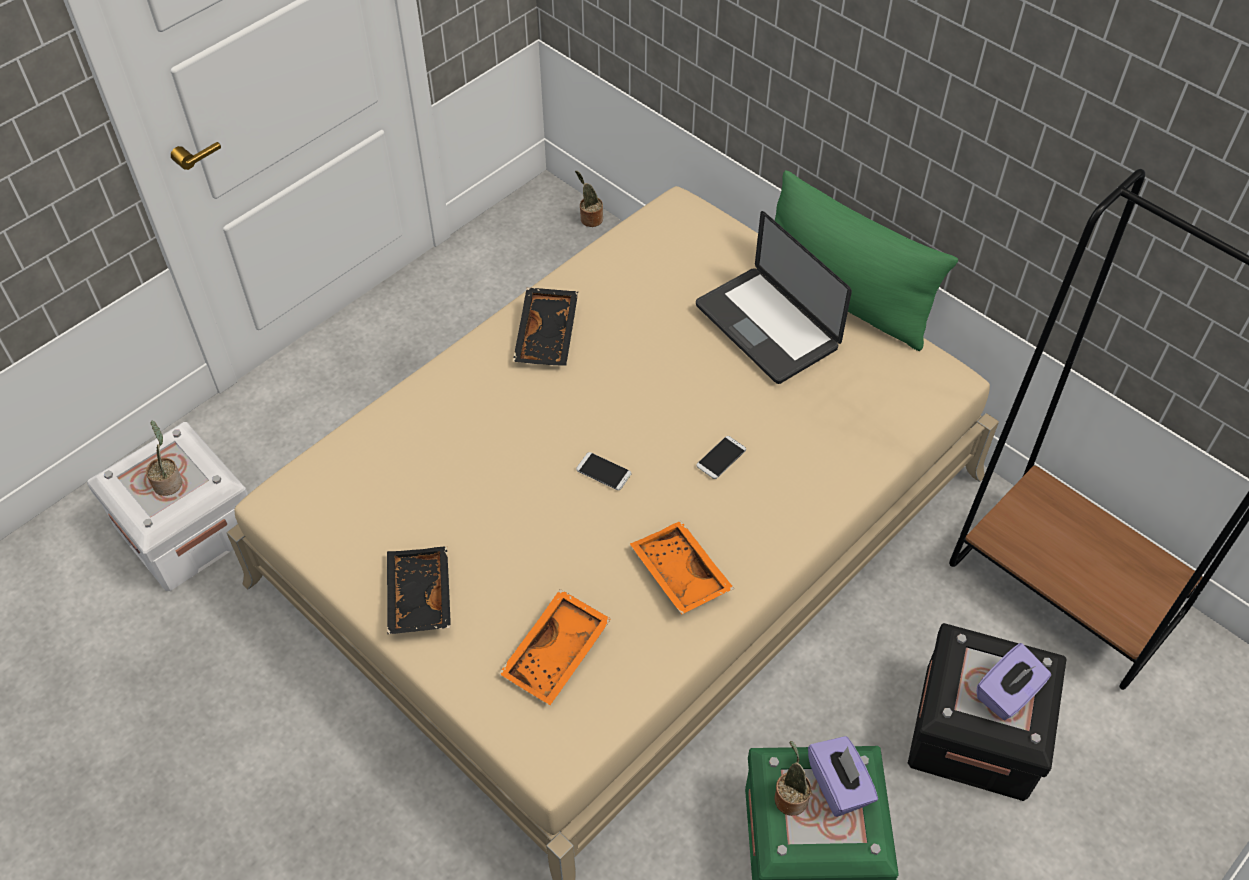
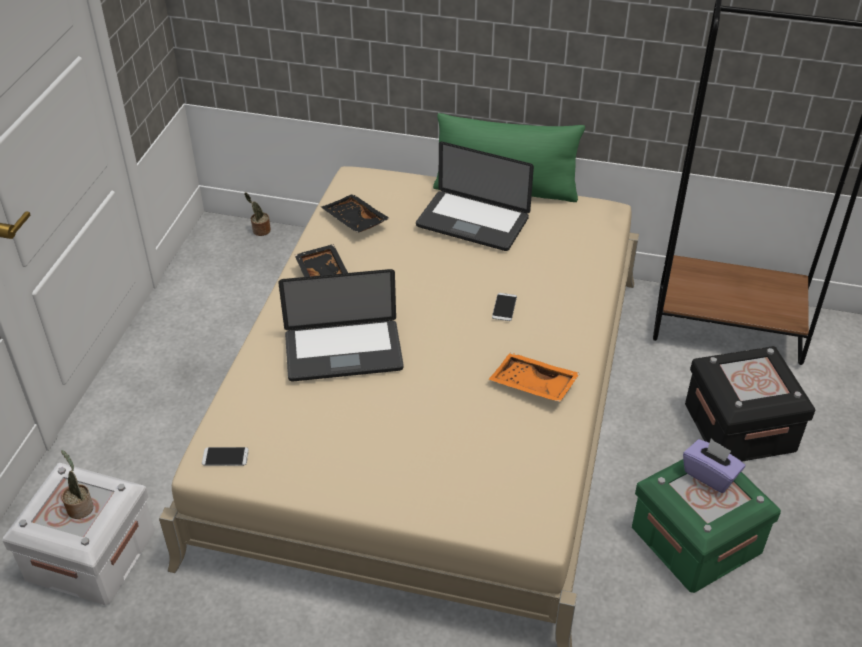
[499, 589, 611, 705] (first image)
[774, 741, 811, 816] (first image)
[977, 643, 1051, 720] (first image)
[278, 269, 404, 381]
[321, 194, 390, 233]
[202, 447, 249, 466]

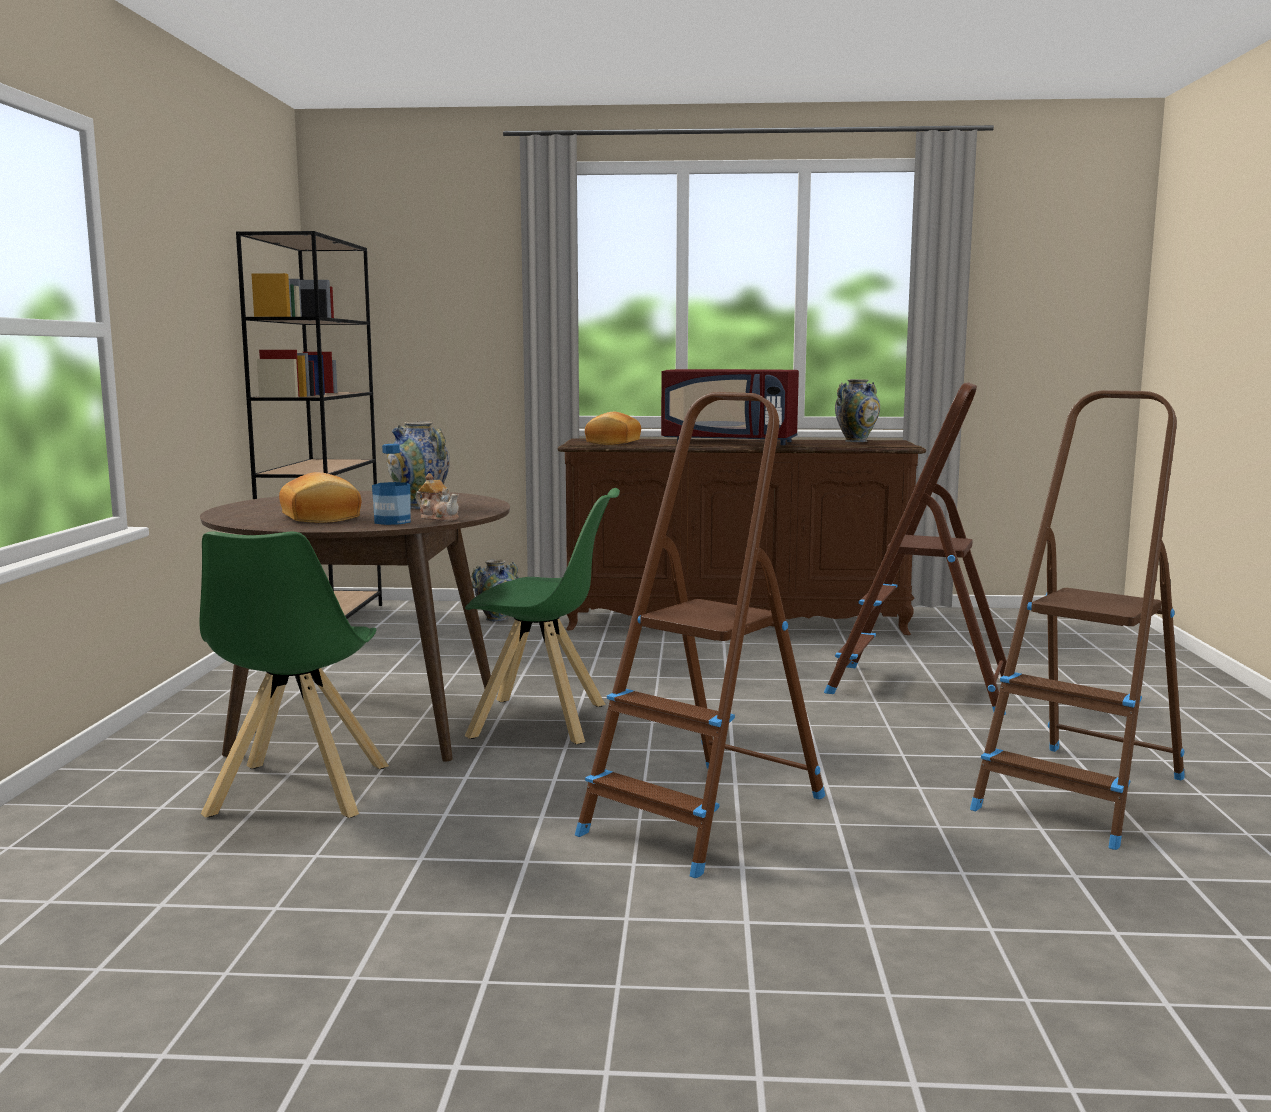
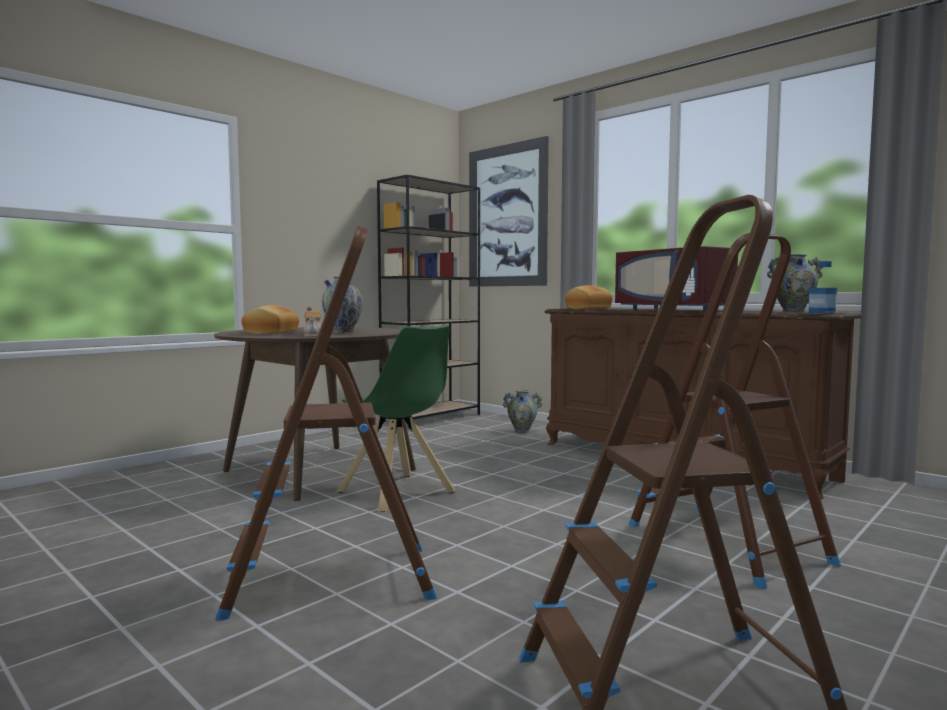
[200, 531, 389, 818] (first image)
[469, 136, 549, 287]
[809, 261, 837, 314]

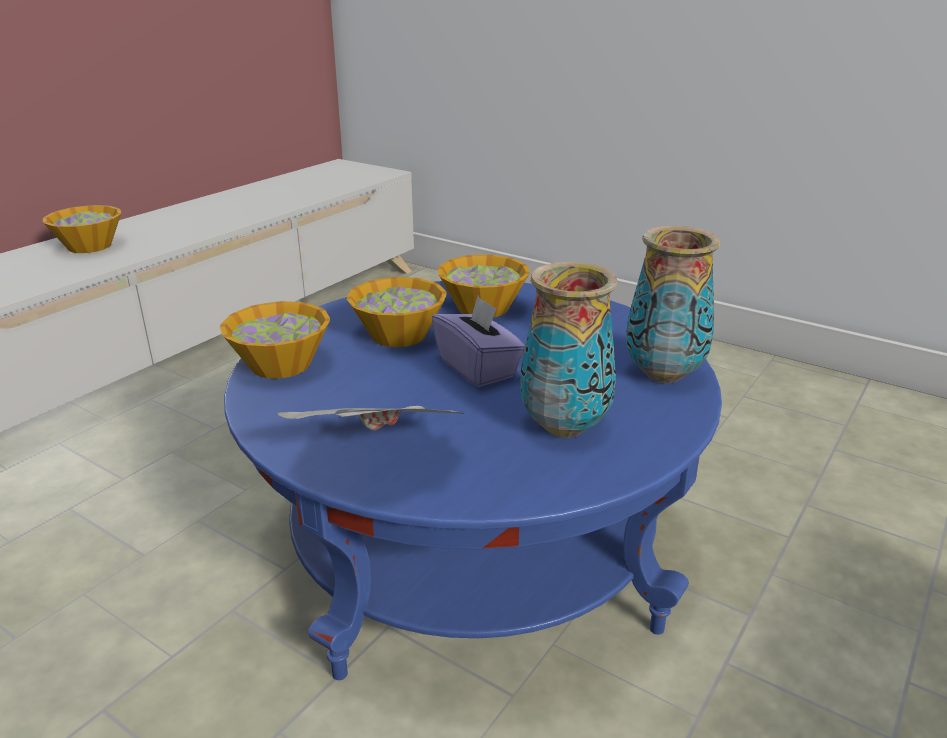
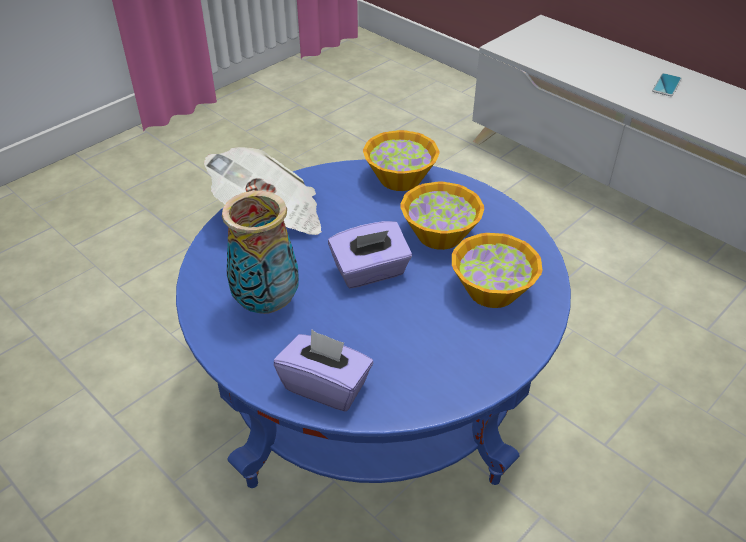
[652, 73, 682, 96]
[274, 329, 373, 411]

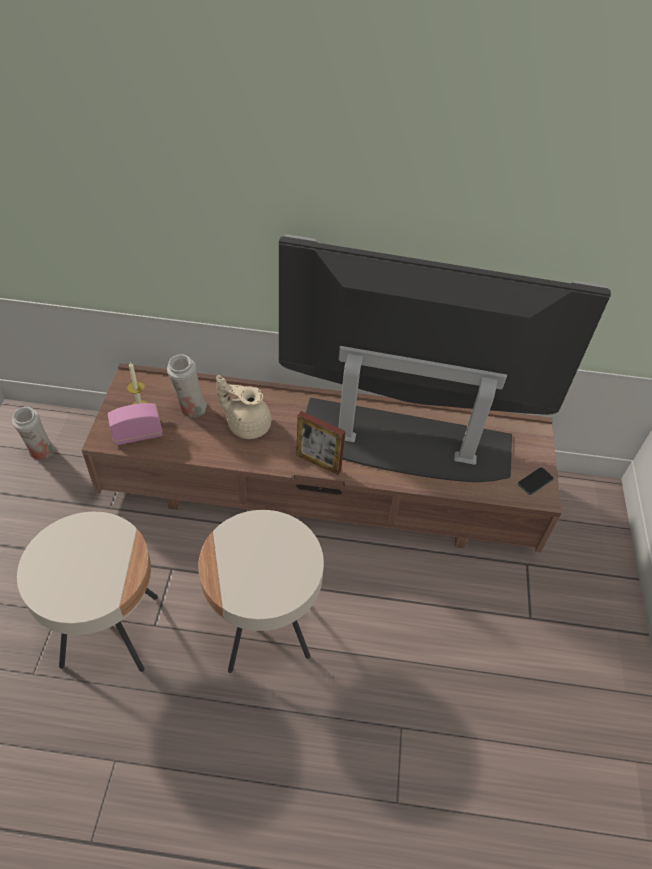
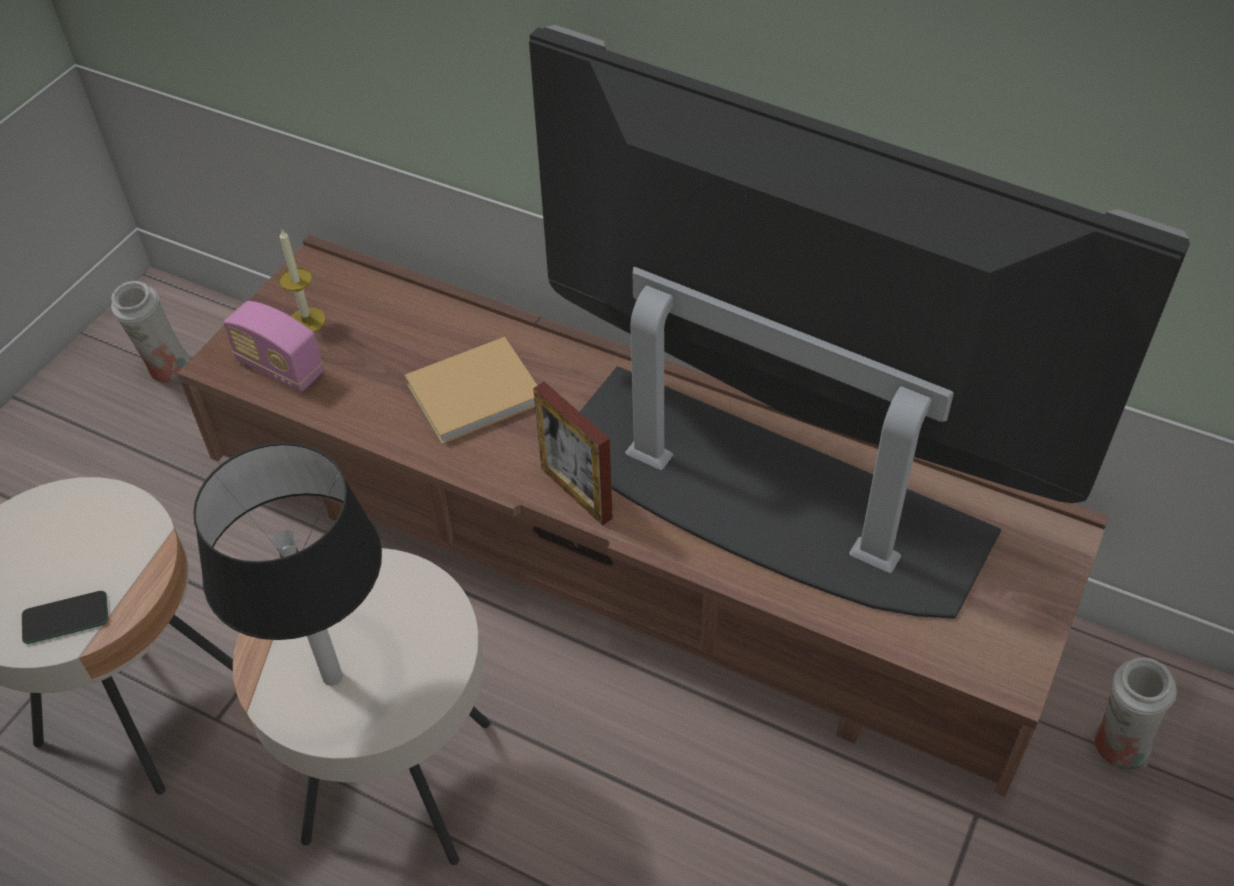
[193, 443, 382, 686]
[1095, 657, 1177, 771]
[22, 591, 108, 644]
[405, 337, 538, 444]
[223, 301, 324, 392]

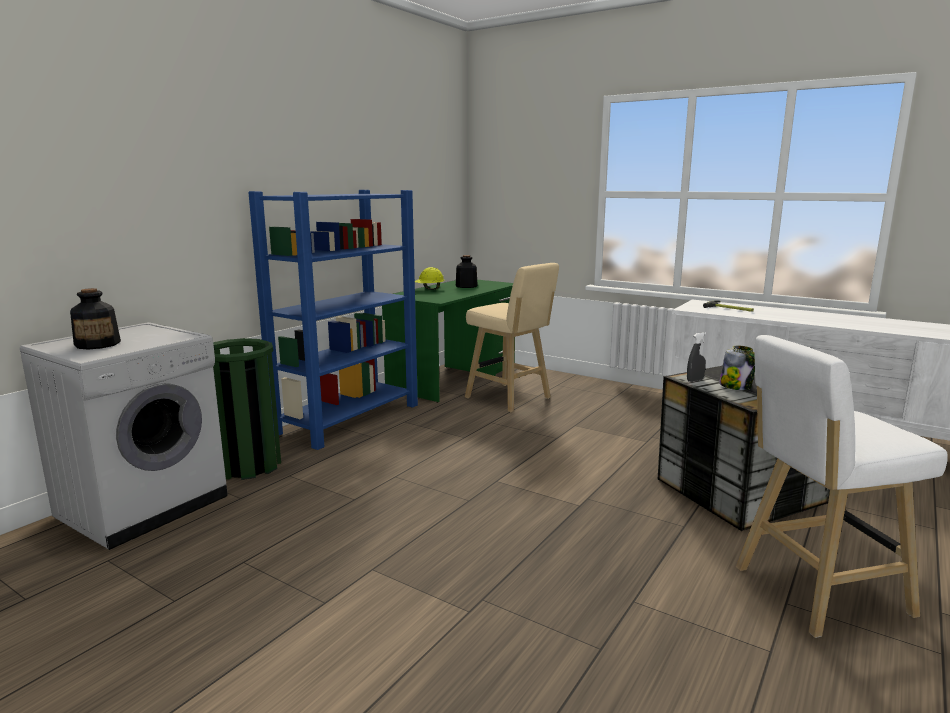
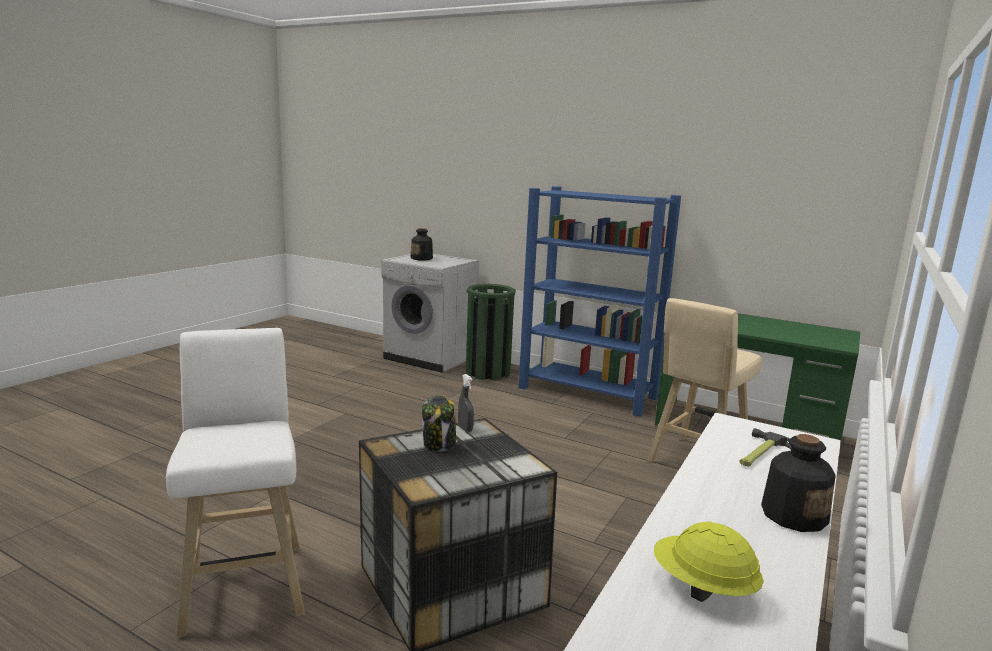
[654, 521, 764, 602]
[761, 434, 836, 532]

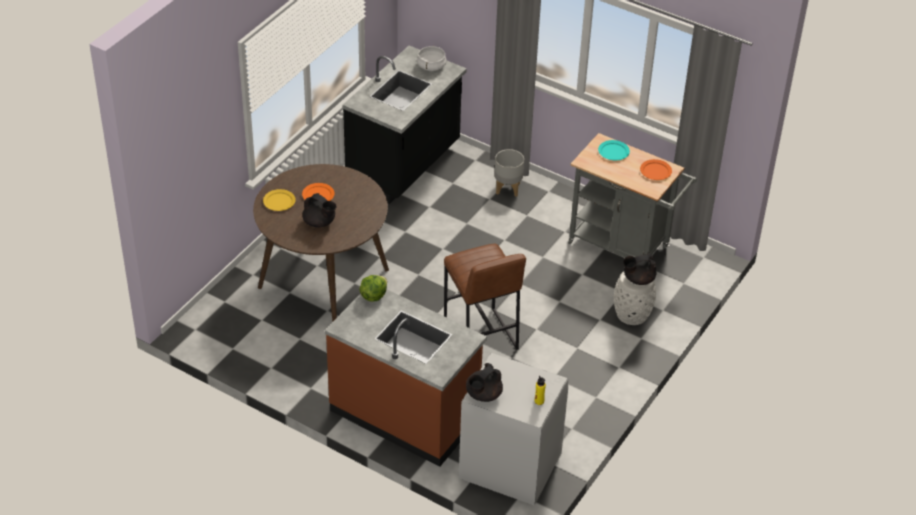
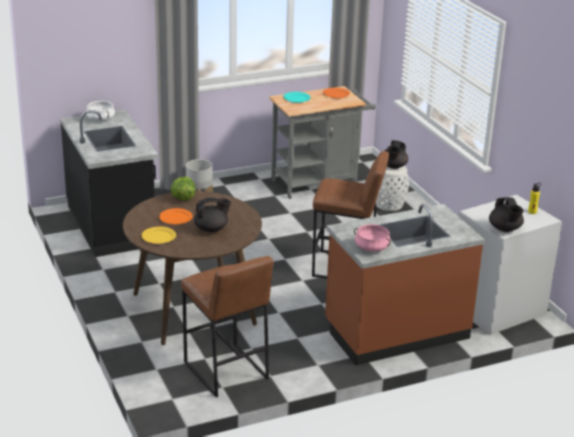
[181, 256, 274, 397]
[354, 224, 390, 252]
[171, 177, 196, 201]

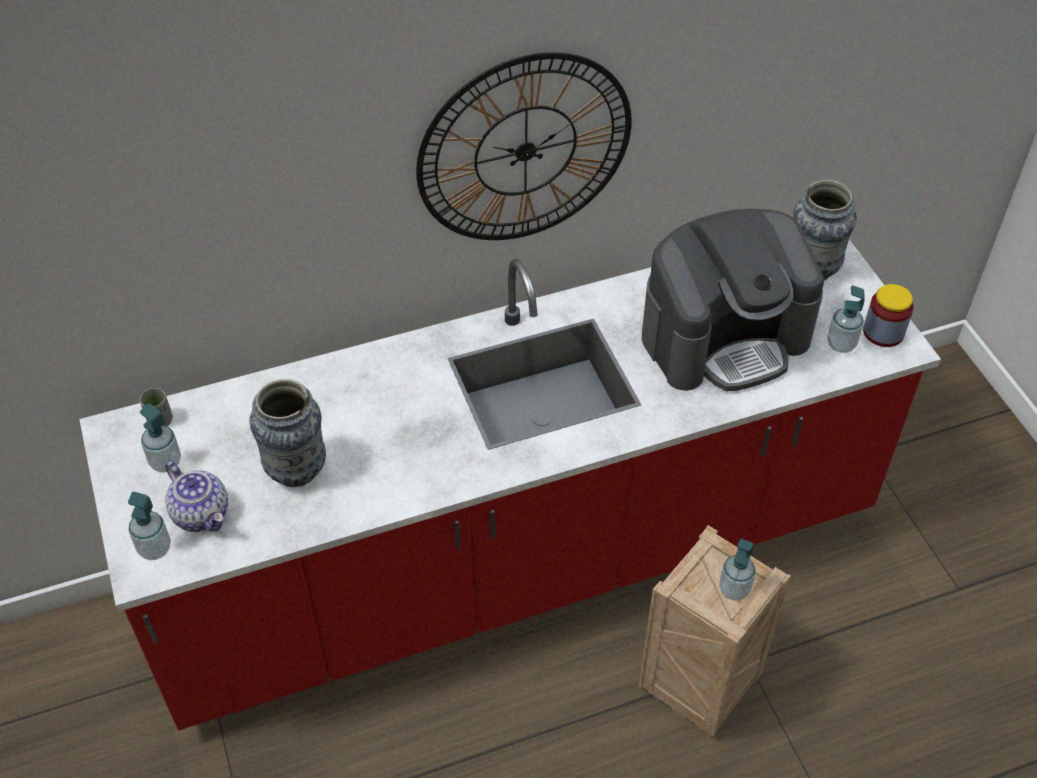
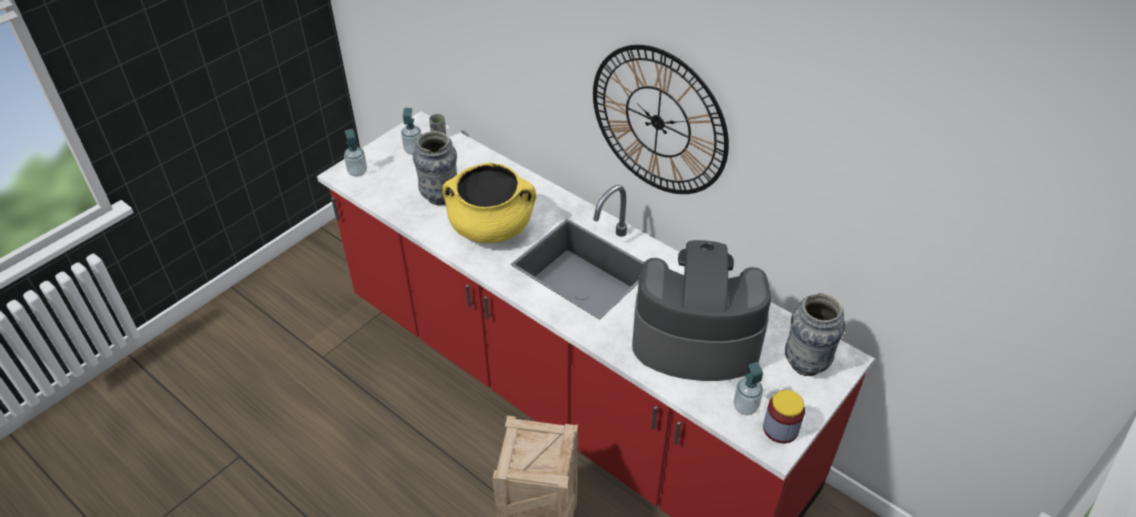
[165, 461, 228, 532] (first image)
[719, 538, 756, 601] (first image)
[443, 163, 536, 243]
[632, 240, 771, 381]

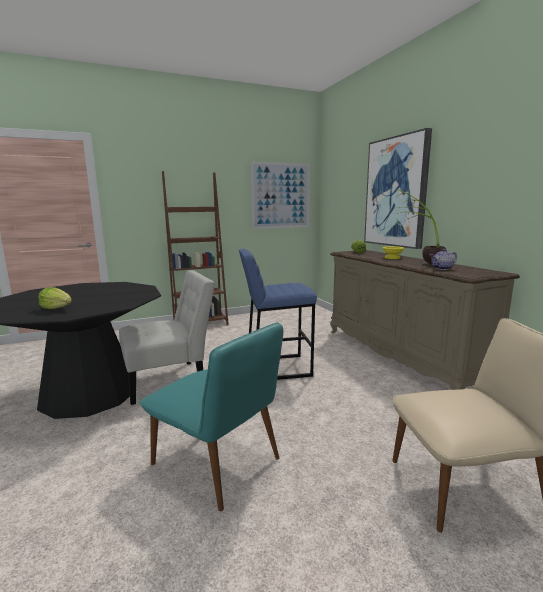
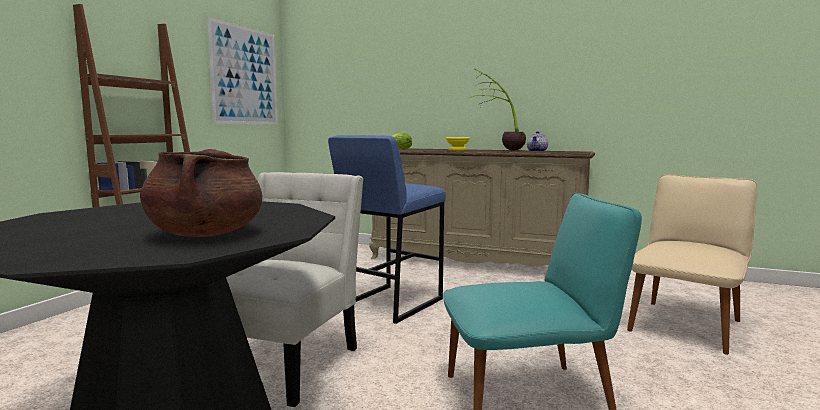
[364, 128, 432, 249] (first image)
[140, 149, 262, 237]

